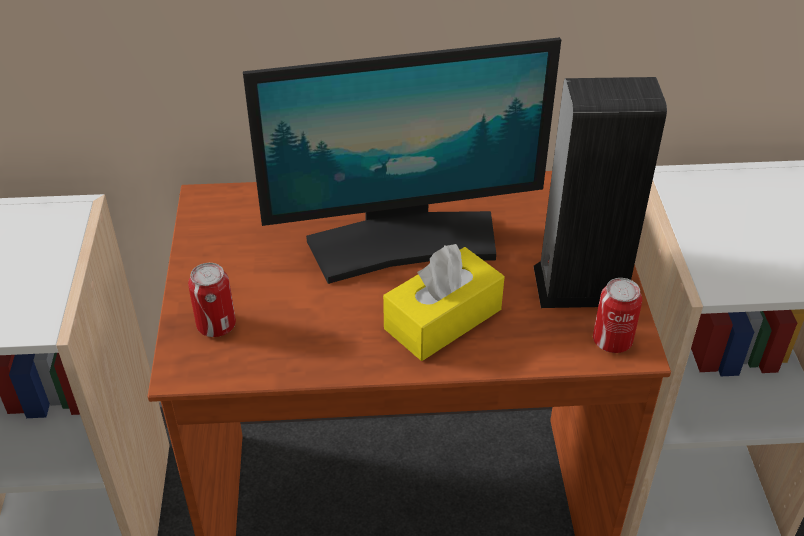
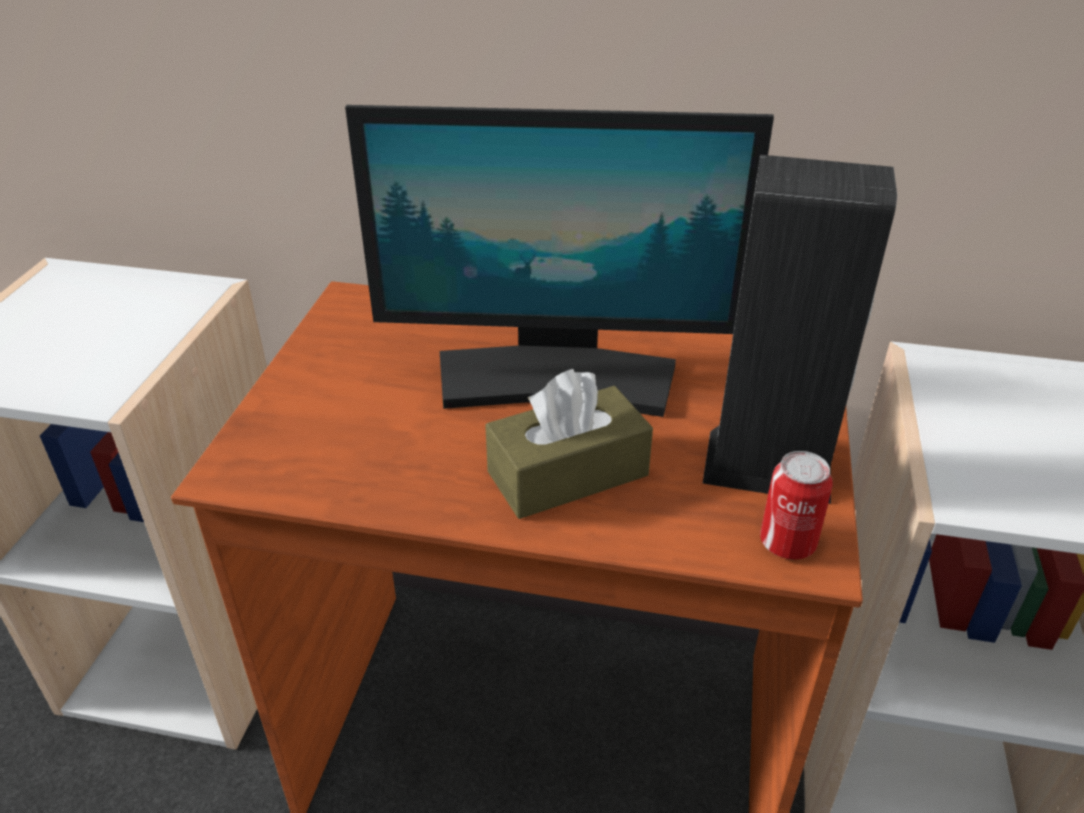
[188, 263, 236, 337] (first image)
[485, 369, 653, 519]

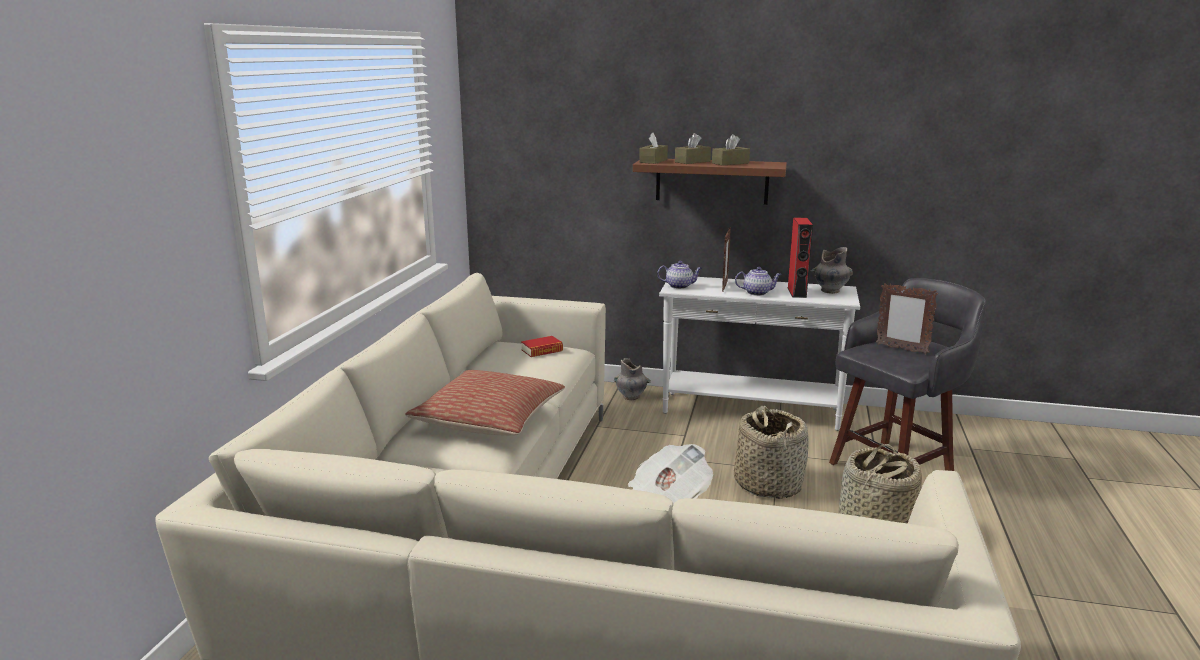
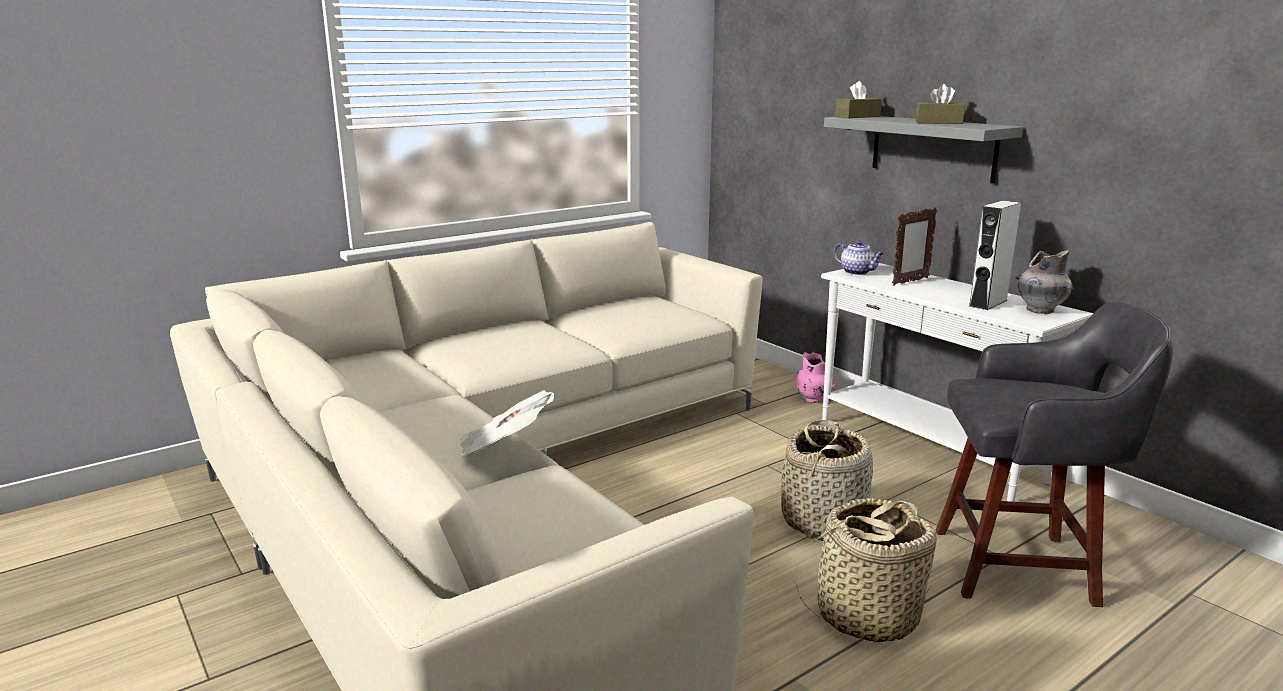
[405, 370, 565, 436] (first image)
[521, 336, 563, 357] (first image)
[675, 133, 711, 164] (first image)
[735, 267, 782, 296] (first image)
[876, 283, 938, 354] (first image)
[795, 352, 835, 403]
[824, 116, 1023, 184]
[969, 200, 1021, 310]

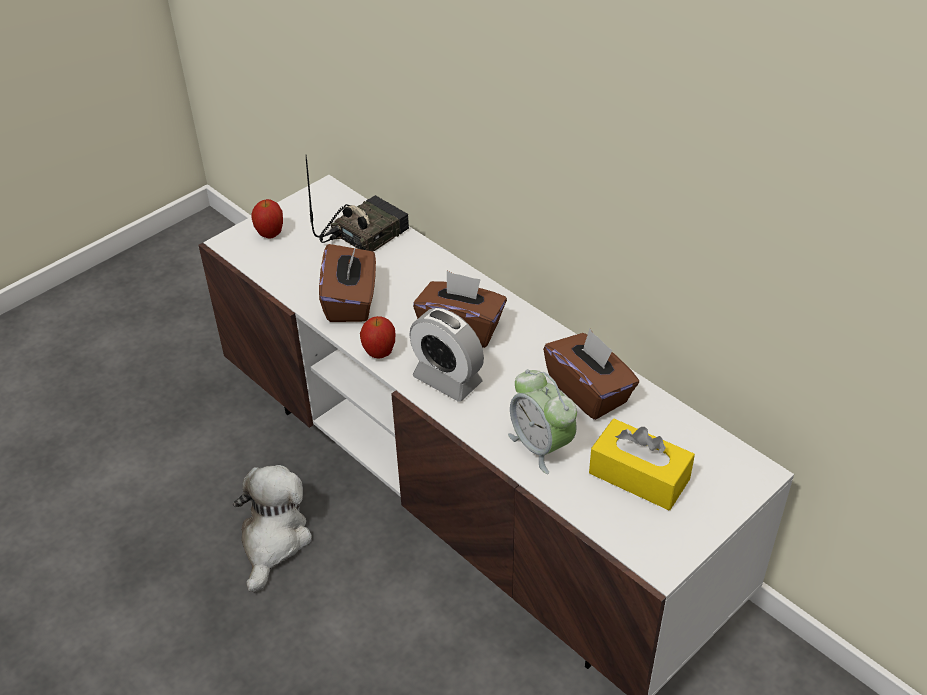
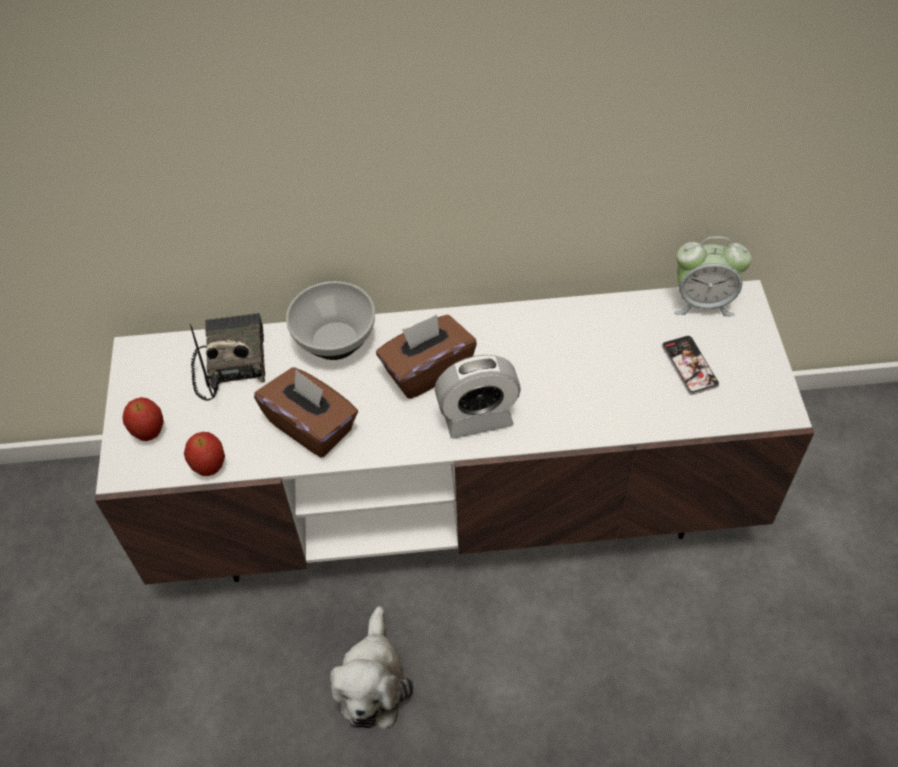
[543, 329, 639, 420] (first image)
[286, 281, 375, 360]
[184, 432, 225, 476]
[674, 236, 752, 316]
[662, 336, 719, 395]
[330, 606, 413, 729]

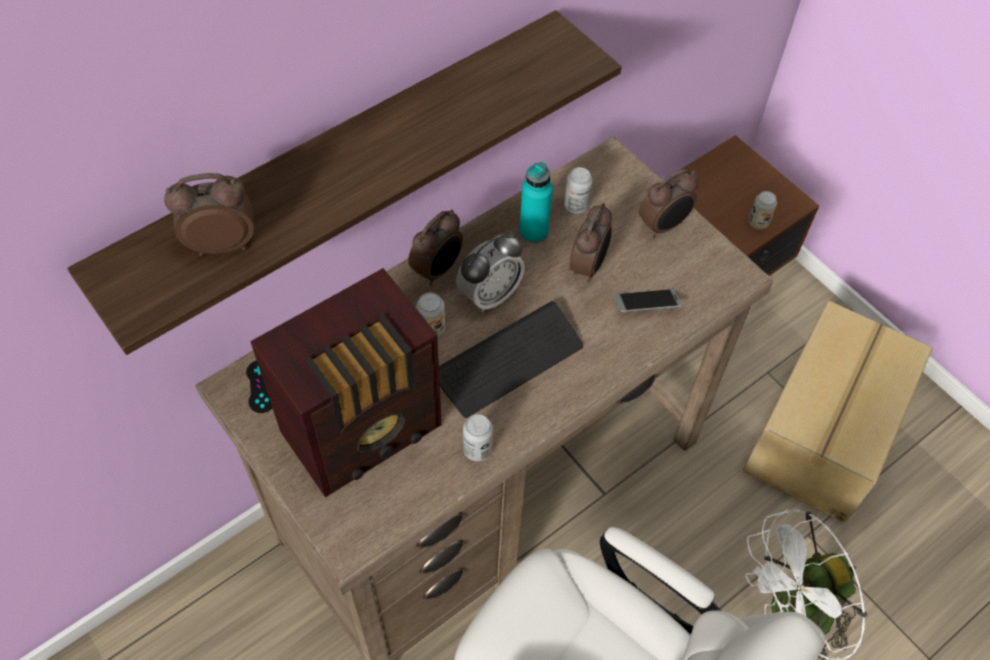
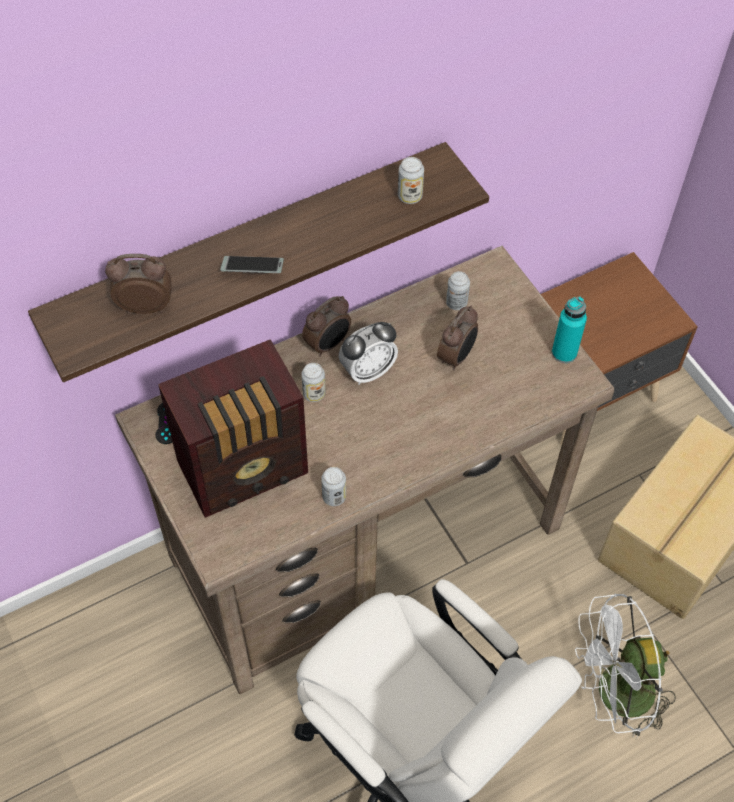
[439, 302, 583, 418] (first image)
[639, 169, 699, 238] (first image)
[552, 296, 587, 363]
[220, 256, 284, 273]
[398, 157, 424, 204]

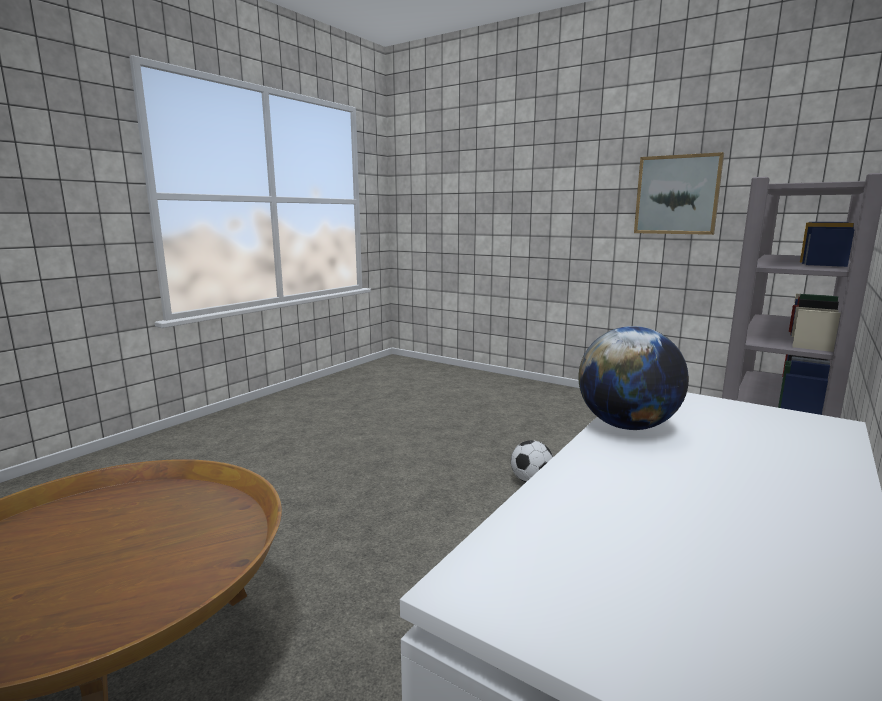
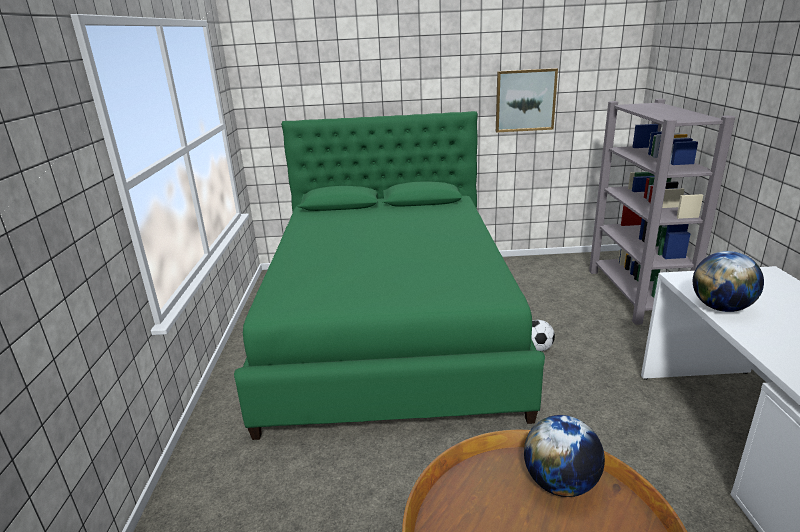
[234, 111, 545, 440]
[524, 415, 605, 497]

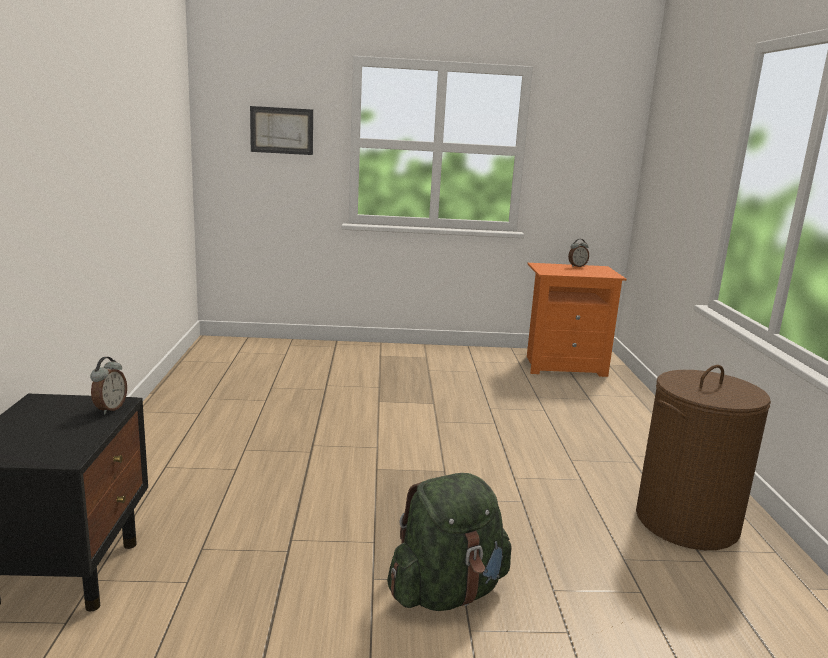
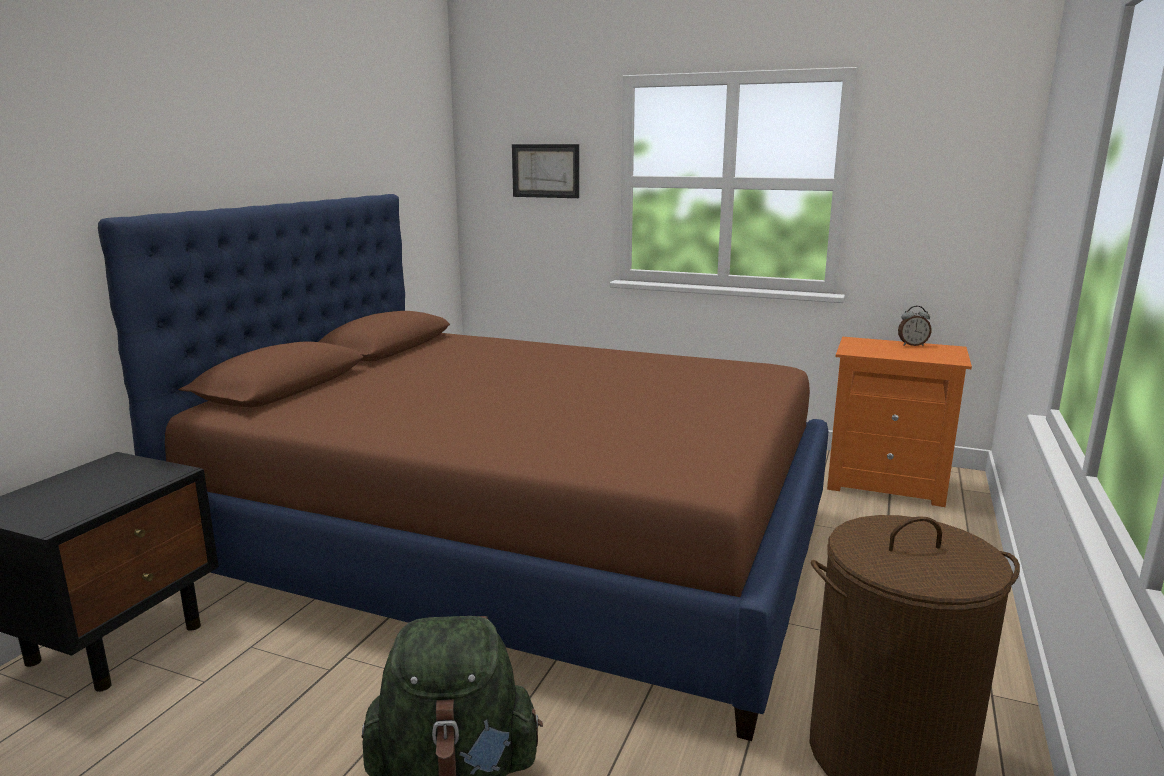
[90, 357, 127, 414] (first image)
[98, 194, 829, 741]

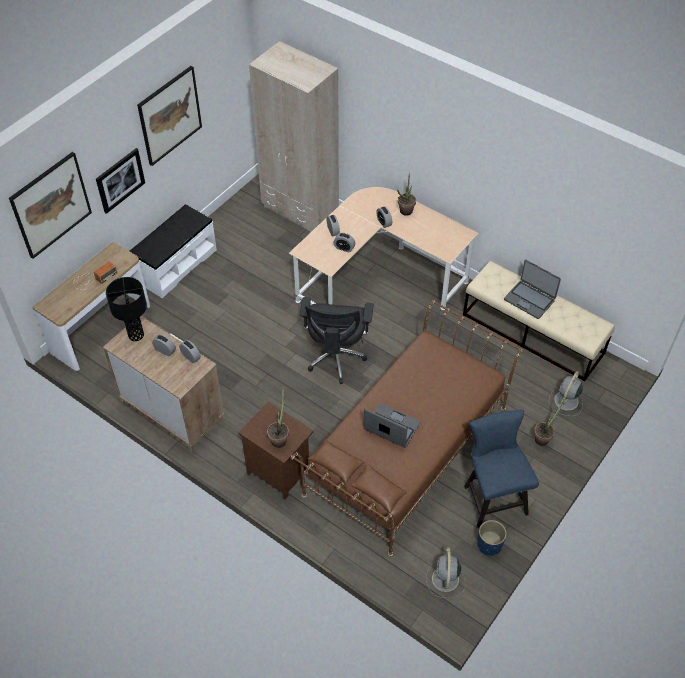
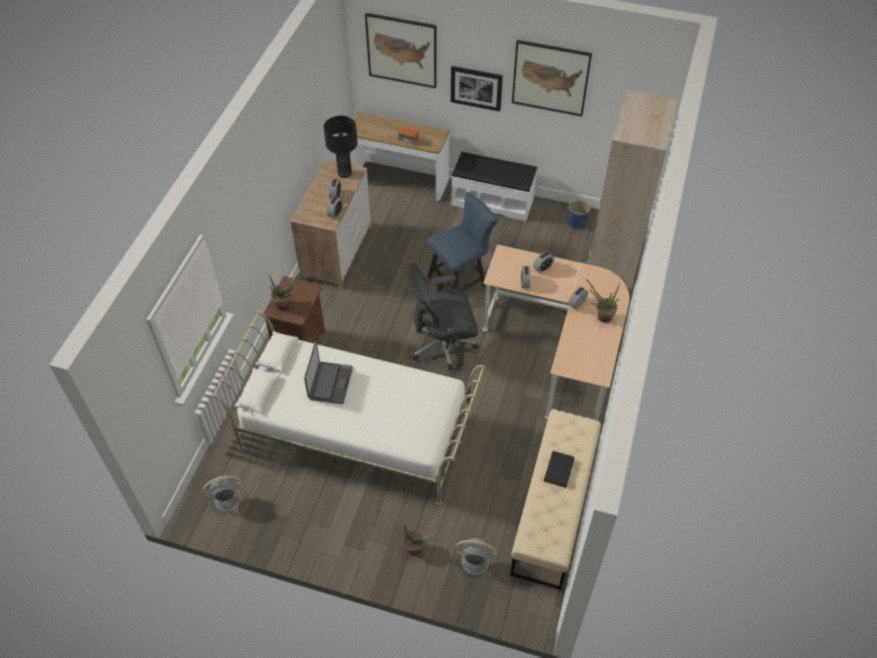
[426, 192, 498, 291]
[568, 200, 591, 230]
[544, 451, 575, 488]
[211, 311, 486, 505]

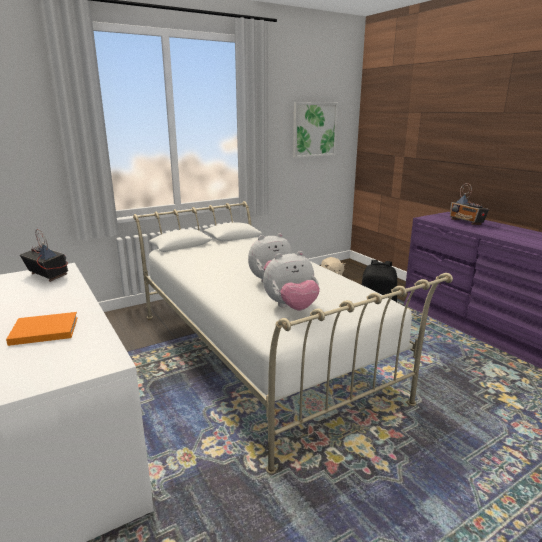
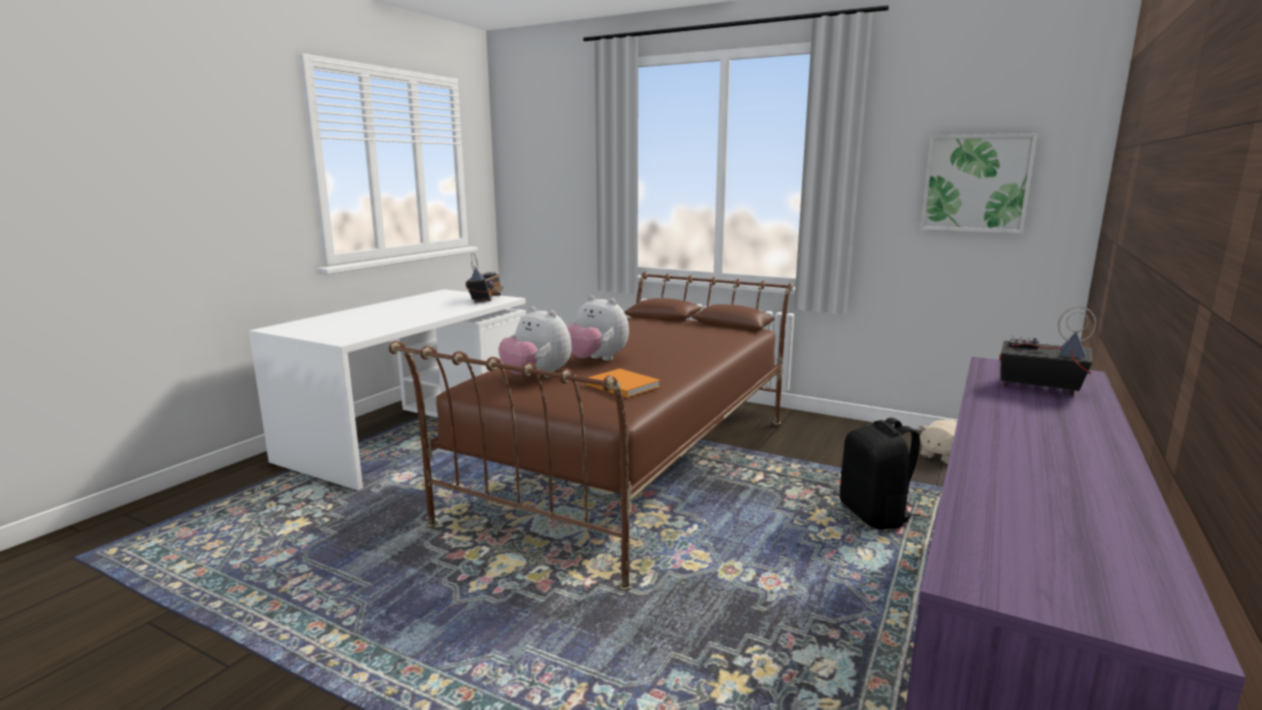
[586, 369, 660, 398]
[389, 272, 793, 591]
[999, 306, 1096, 396]

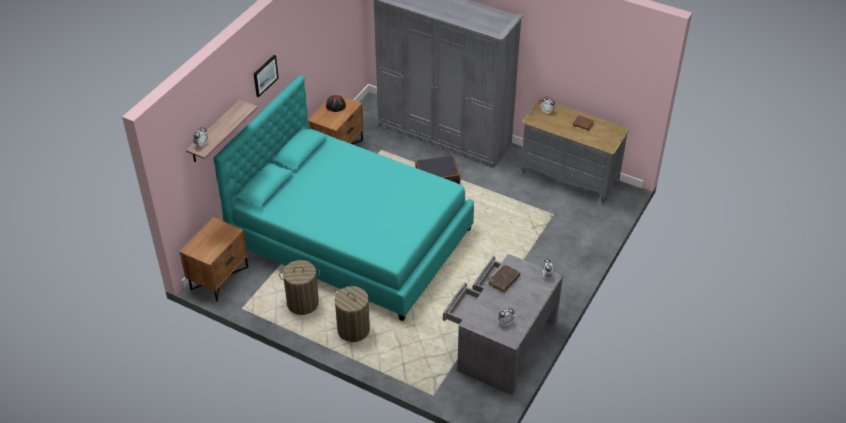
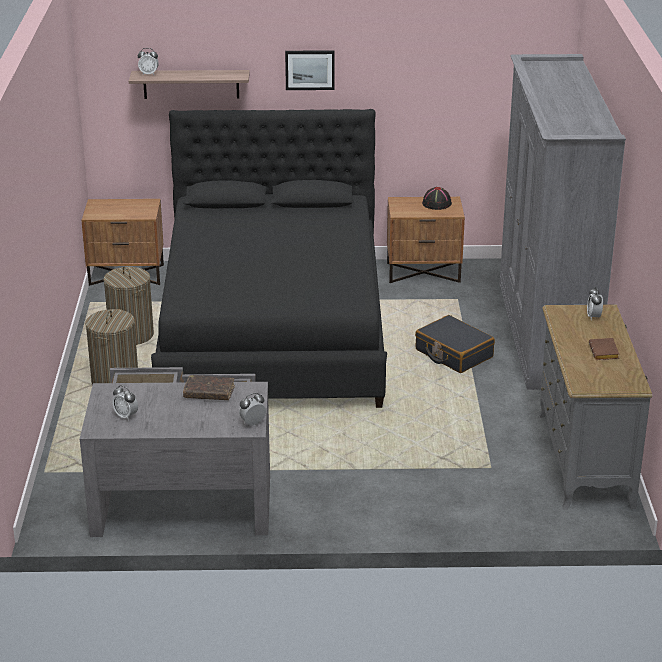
[151, 109, 387, 408]

